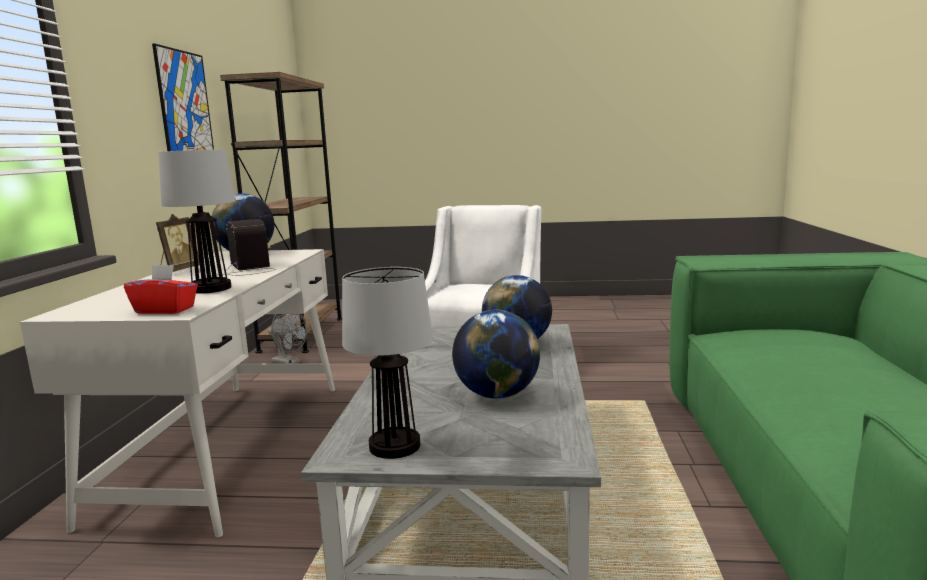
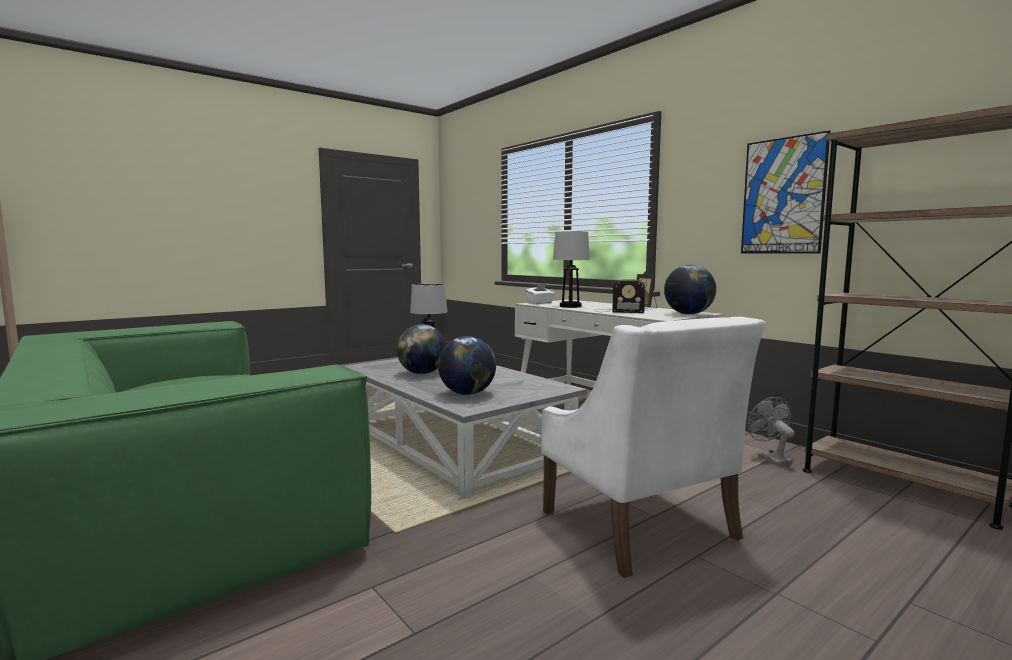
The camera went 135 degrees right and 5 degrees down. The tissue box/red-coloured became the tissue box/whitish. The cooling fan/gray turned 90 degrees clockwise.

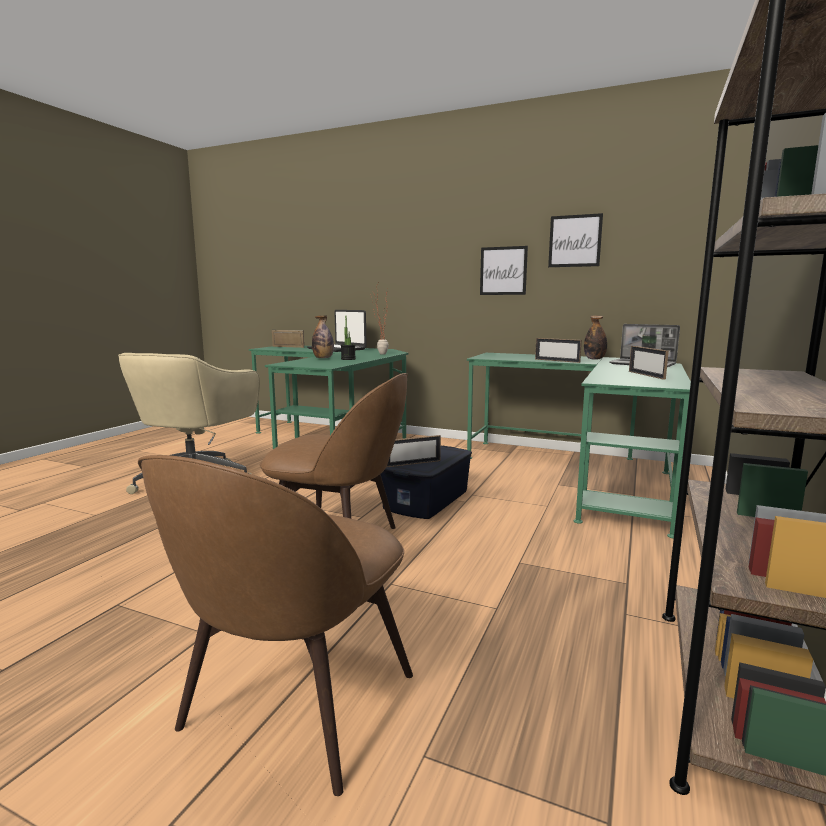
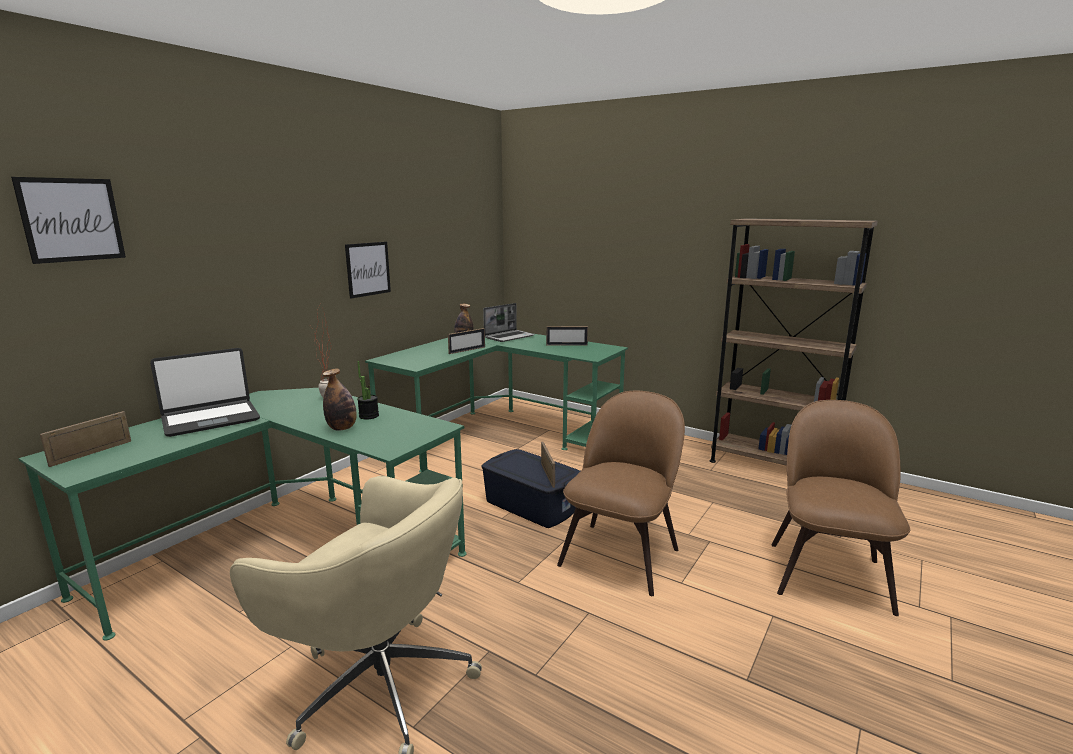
The camera went 80 degrees left and 5 degrees up. The plain chair/brown-coloured (no. 1 from left in the first image) turned 105 degrees counterclockwise. The wall art (no. 2 from left in the first image) moved.

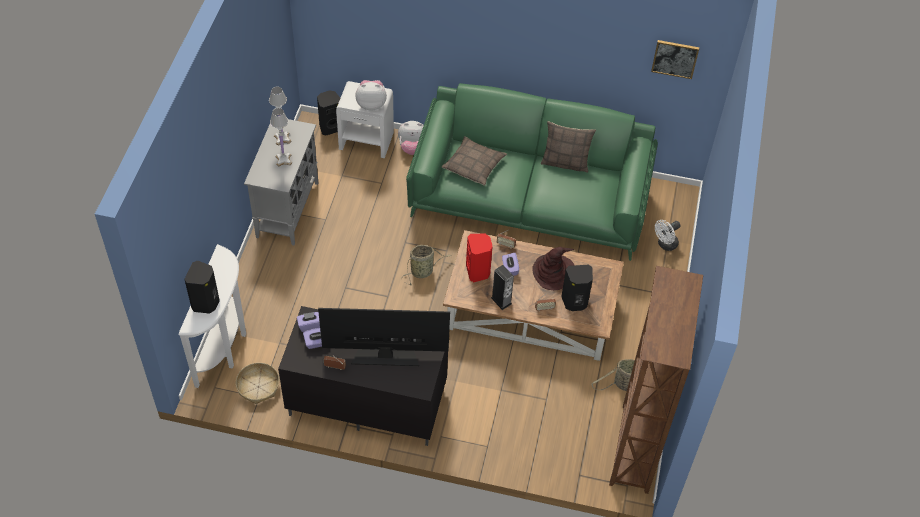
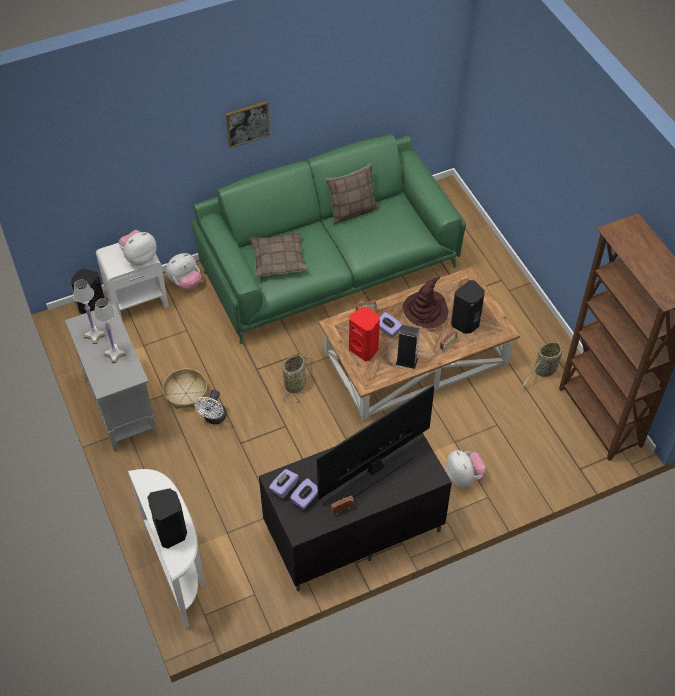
The camera went 35 degrees left and 0 degrees up. The storage basket (no. 1 from left) moved. The wall art moved. The cooling fan/whitish moved. The cuddly toy (no. 3 from left) appeared.

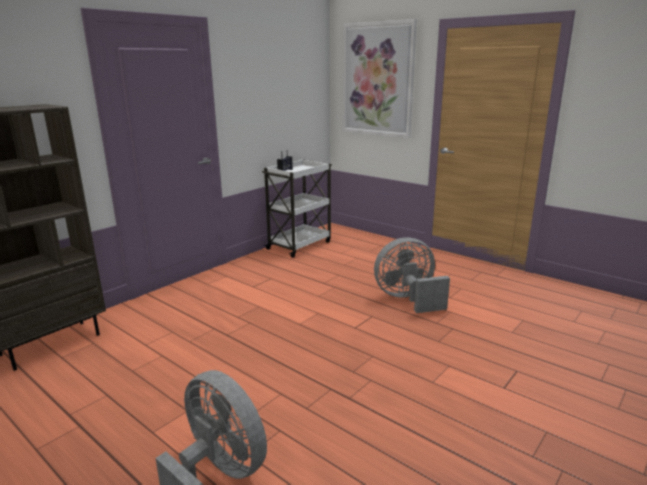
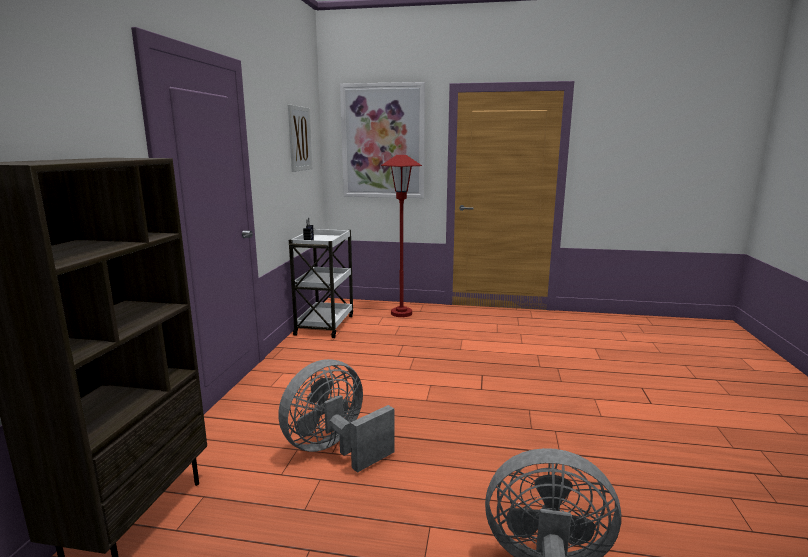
The camera went 30 degrees left and 5 degrees down. The cooling fan/gray (no. 2 from left in the first image) moved. The wall art (no. 1 from left) appeared. The standing lamp/red-coloured appeared.

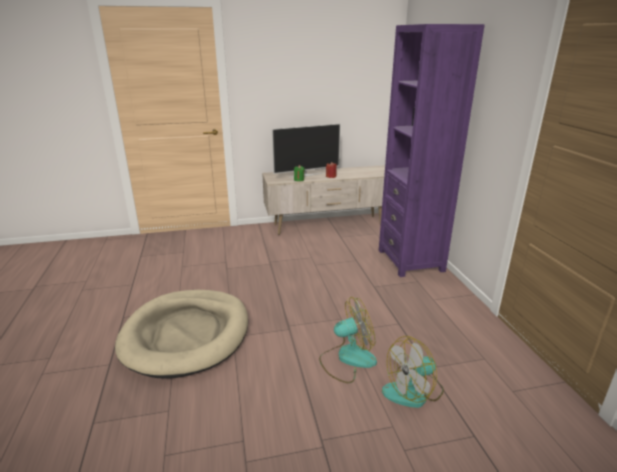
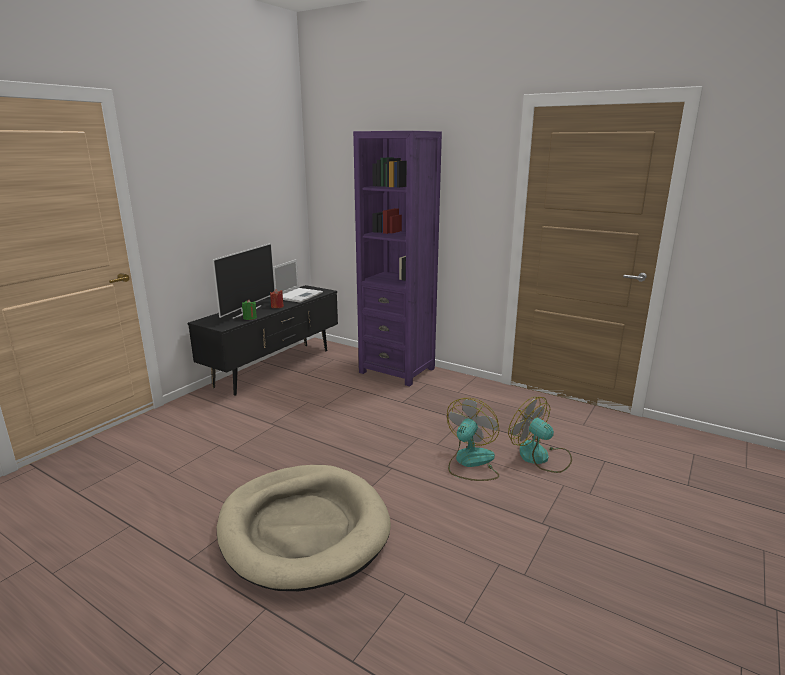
The camera went 45 degrees left and 5 degrees down. The media console/beige-coloured became the media console/blackish. The cooling fan (no. 2 from left) turned 120 degrees clockwise. The laptop appeared.

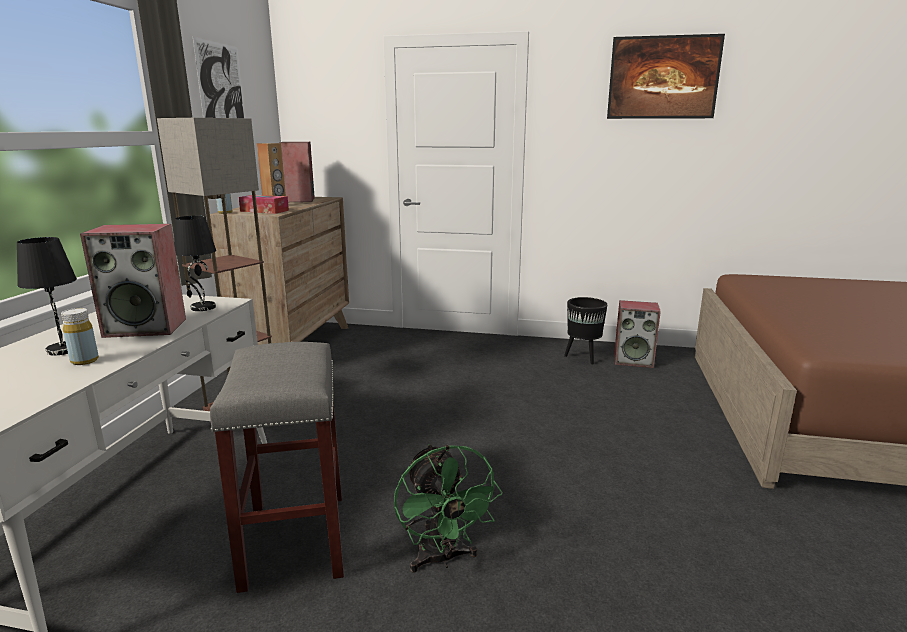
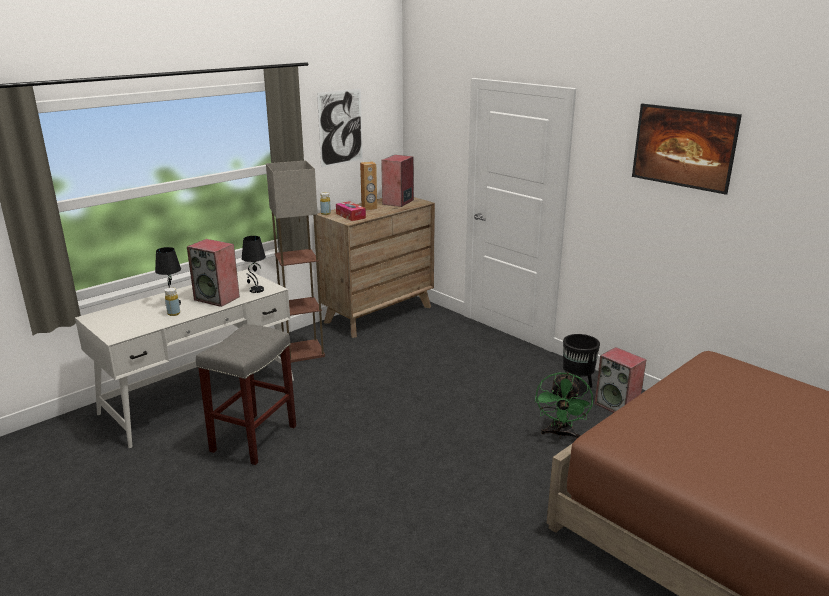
The camera went 35 degrees right and 5 degrees up. The cooling fan/greenish moved.

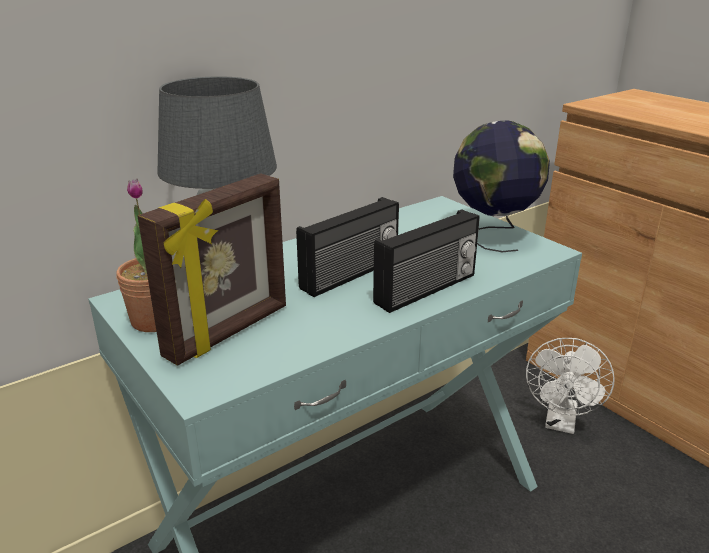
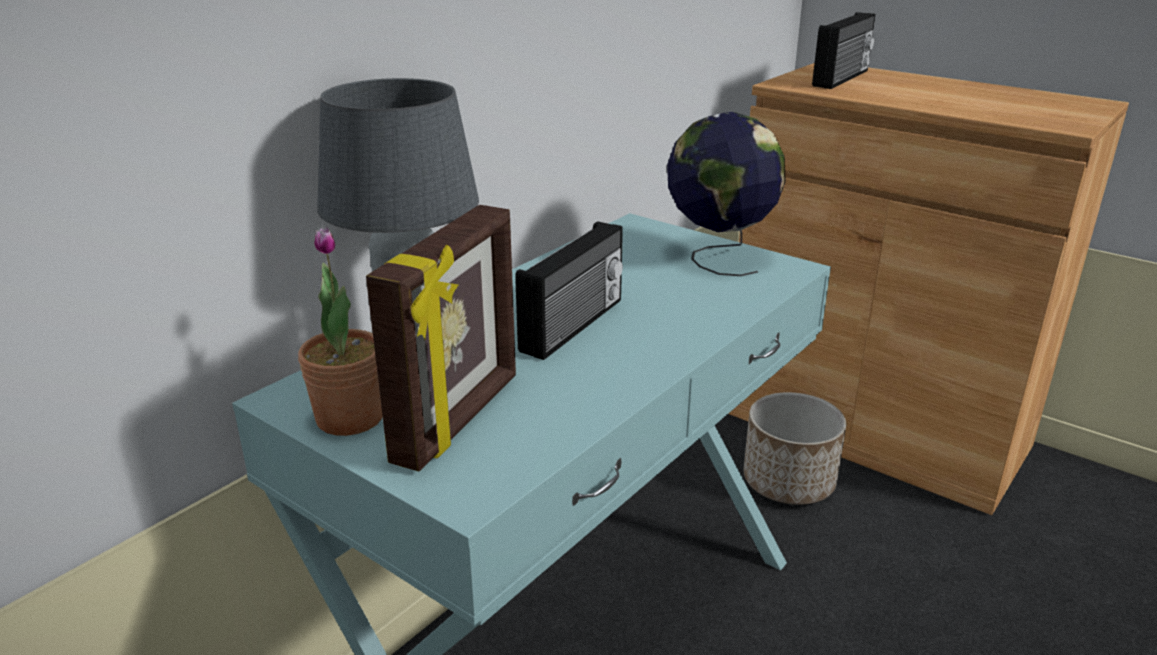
The camera went 15 degrees left and 0 degrees up. The radio set (no. 2 from left) moved. The cooling fan/whitish was replaced by the flower pot.

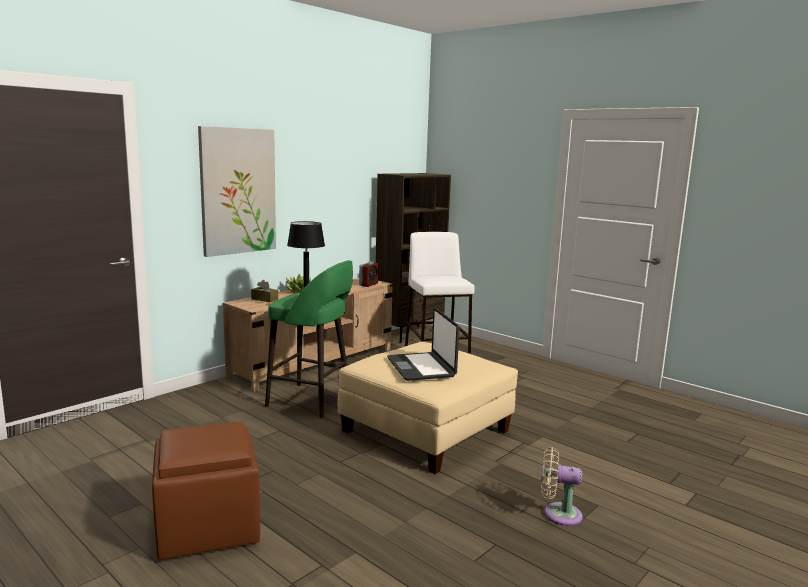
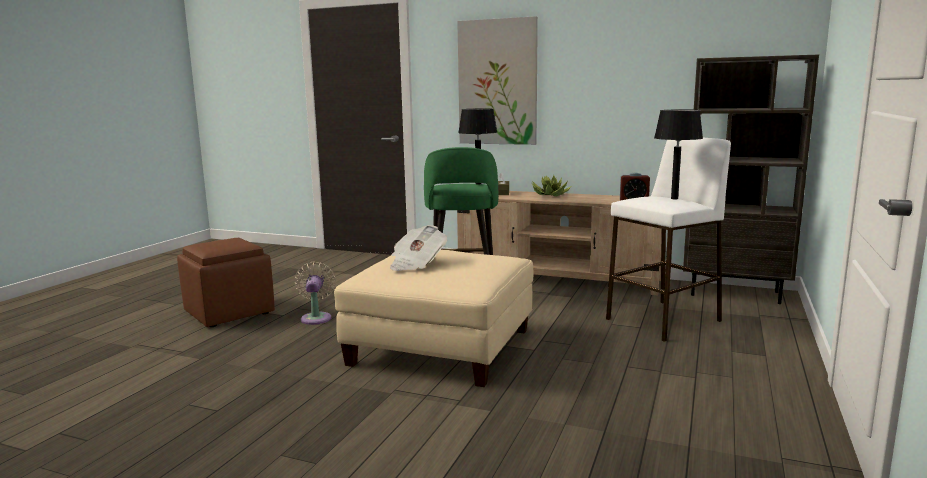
The camera went 70 degrees right and 0 degrees up. The laptop was replaced by the newspaper. The cooling fan/beige-coloured moved. The table lamp/blackish (no. 2 from left) appeared.

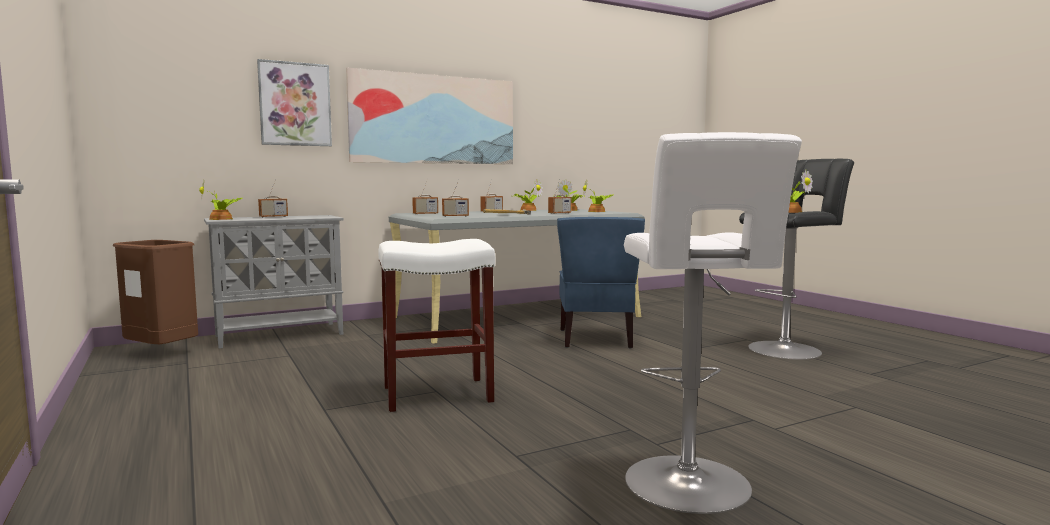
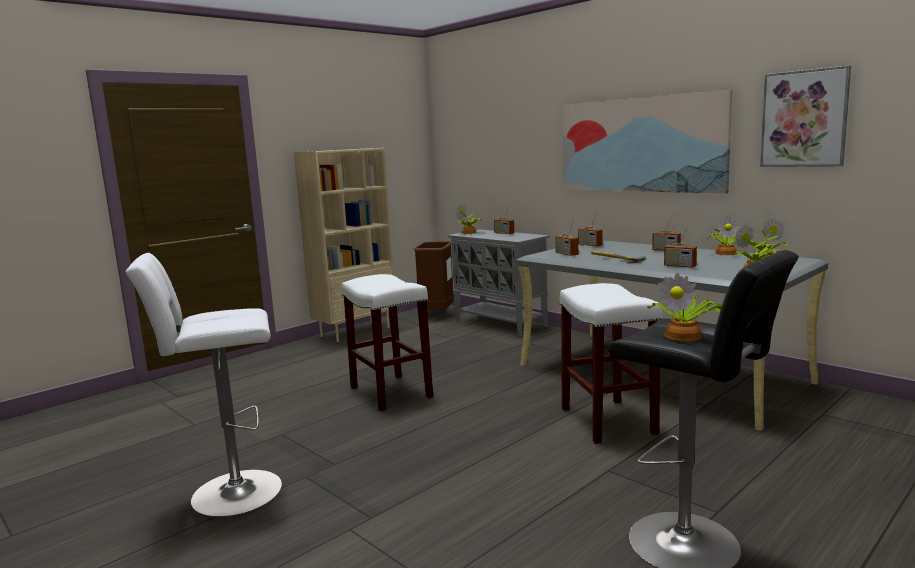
The camera went 75 degrees right and 5 degrees up. The wall art (no. 1 from left in the first image) moved. The plain chair/blue was replaced by the sitting stool/whitish (no. 3 from left). The bookcase/beige-coloured appeared.

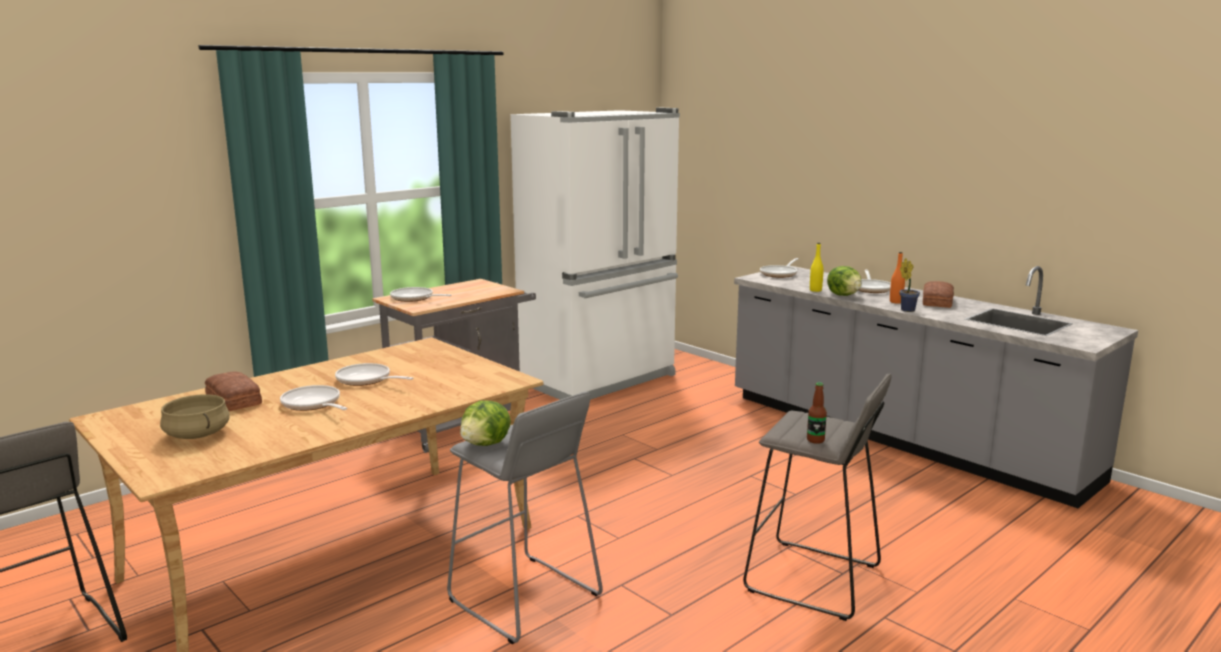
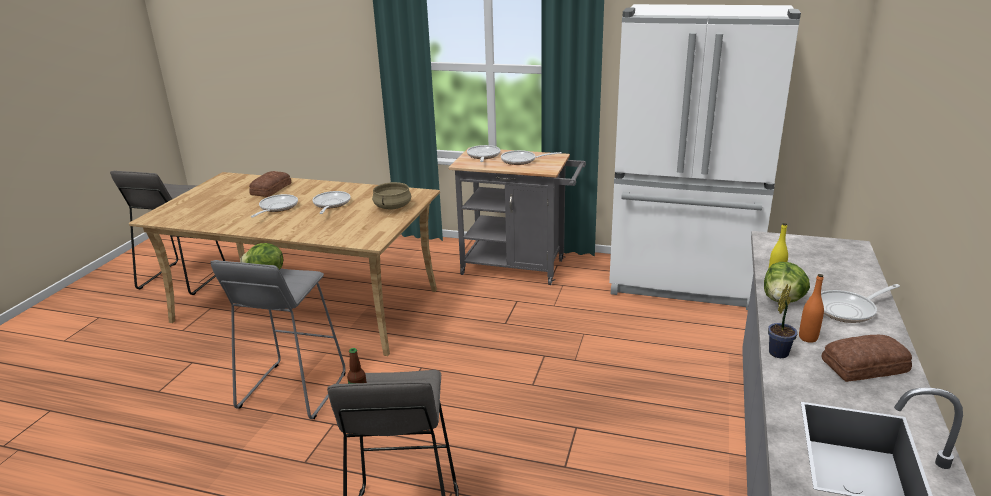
The camera went 60 degrees right and 10 degrees up. The stockpot/beige-coloured moved. The pan (no. 4 from left) moved.

